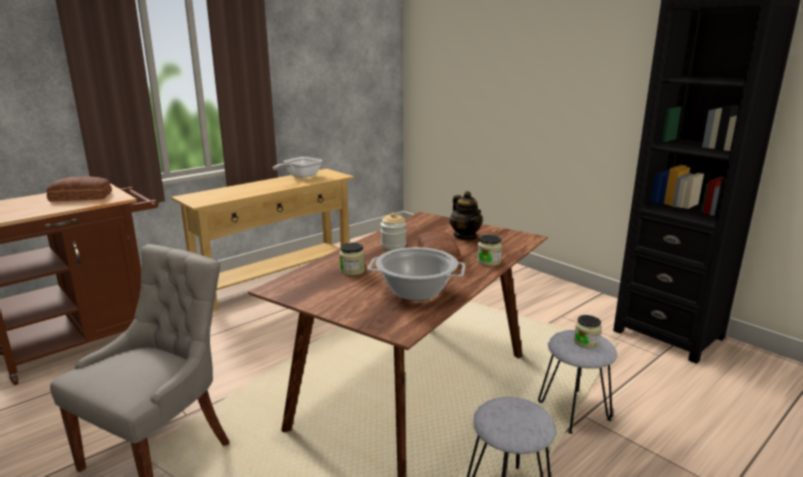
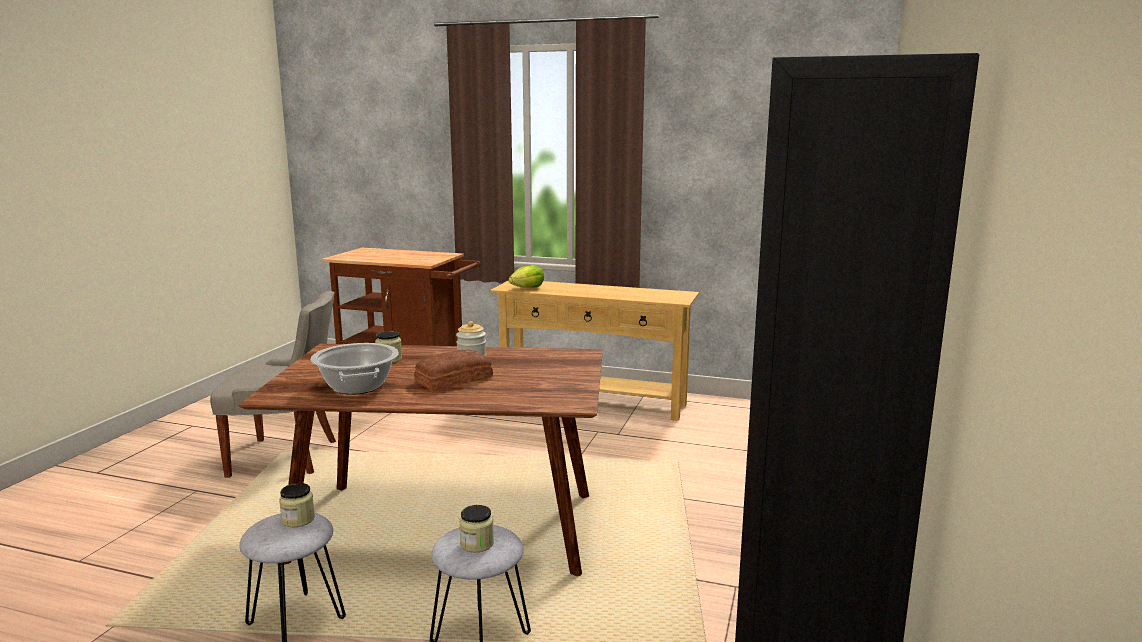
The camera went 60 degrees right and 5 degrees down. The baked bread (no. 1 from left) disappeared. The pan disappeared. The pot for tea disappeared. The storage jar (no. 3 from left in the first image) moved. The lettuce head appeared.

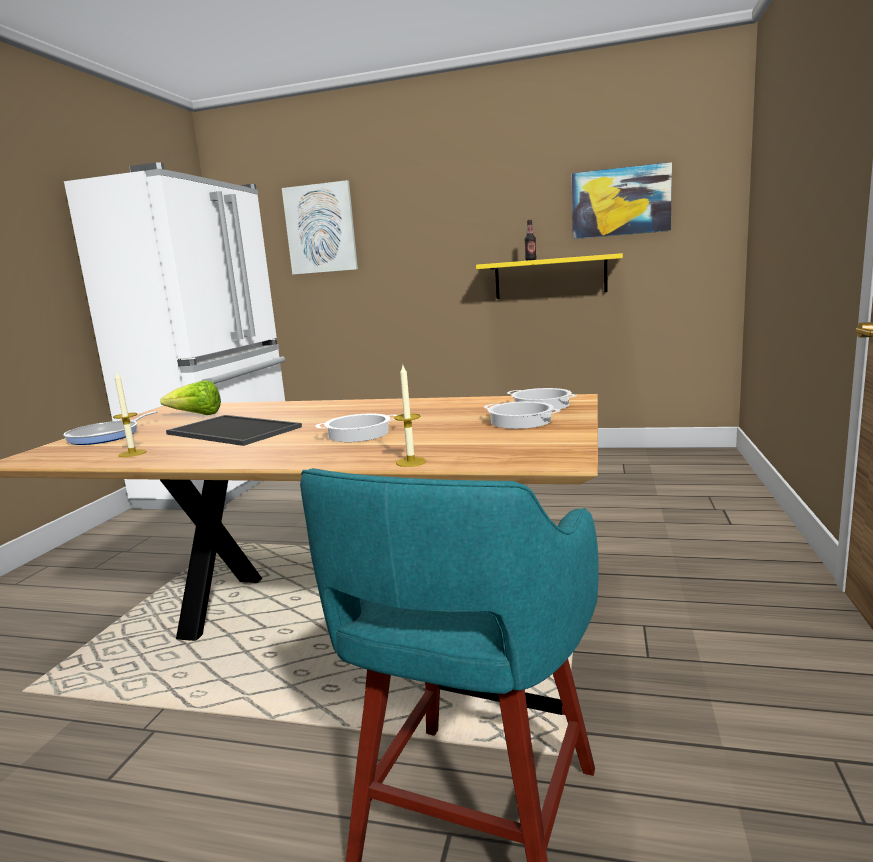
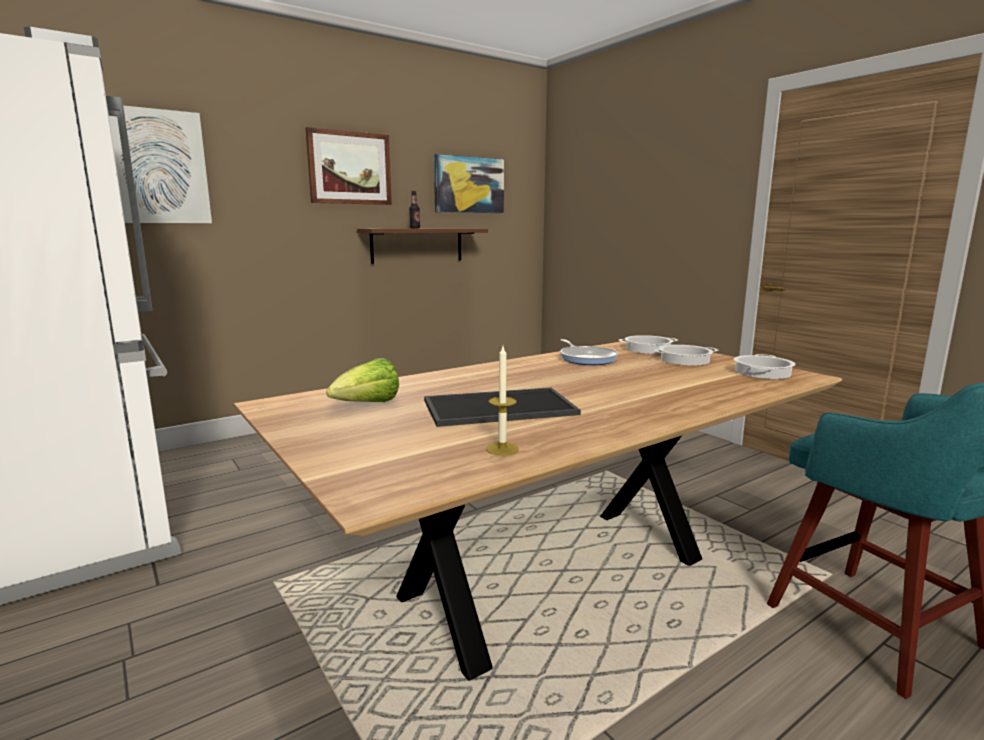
The camera went 50 degrees left and 0 degrees up. The pan moved. The stockpot (no. 1 from left in the first image) moved. The candle (no. 2 from left) disappeared. The shelf/yellow became the shelf/brown-coloured. The wall art (no. 2 from left) appeared.

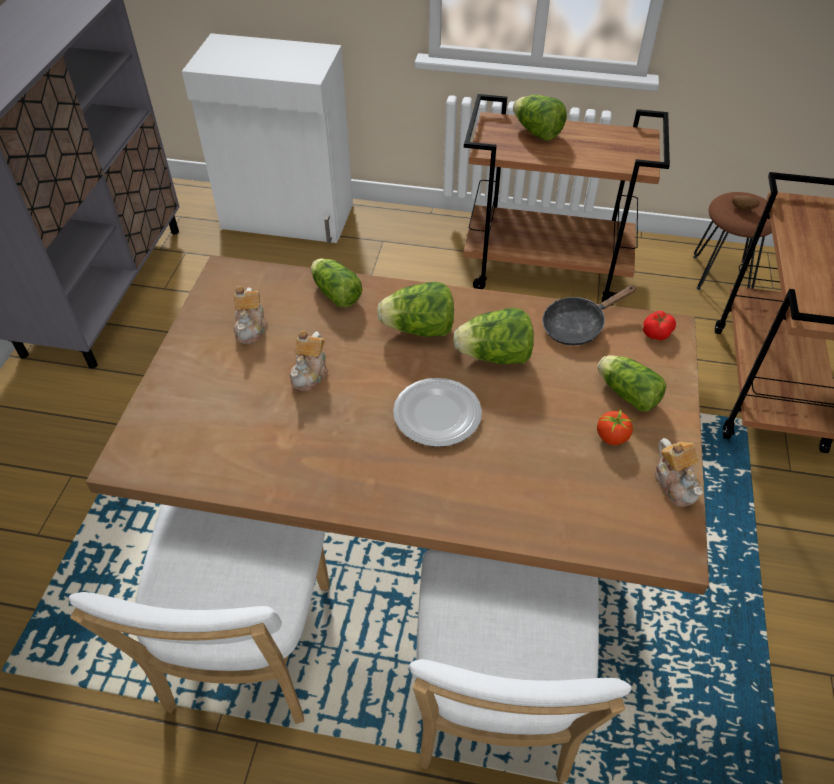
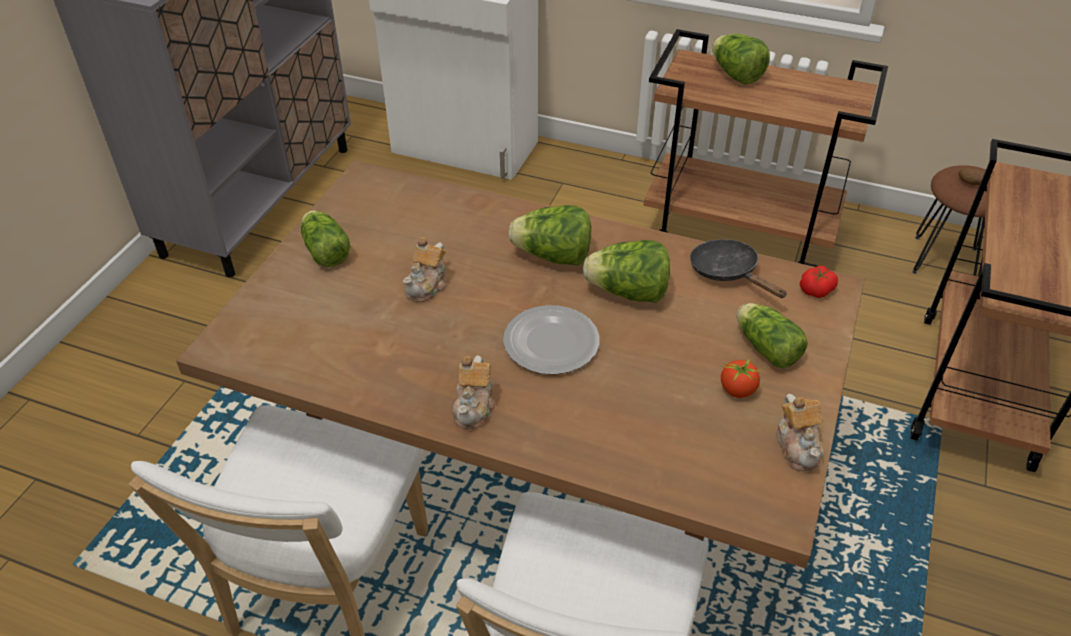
The camera went 10 degrees right and 5 degrees down. The pot for tea (no. 1 from left in the first image) moved. The lettuce head (no. 1 from left) moved. The pan/blackish turned 75 degrees clockwise.

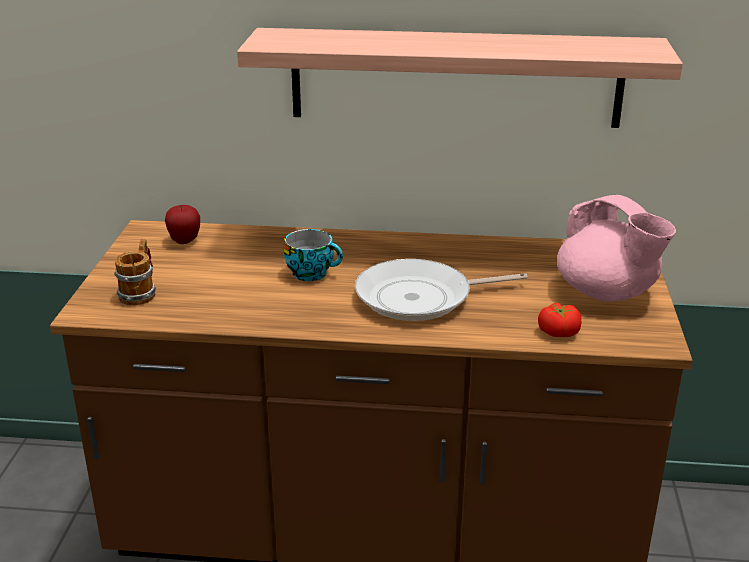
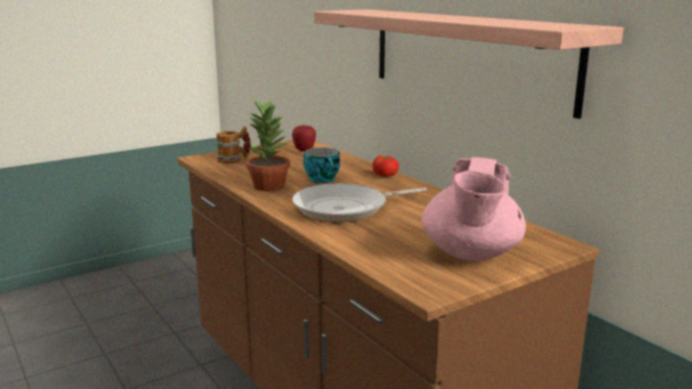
The camera went 50 degrees right and 10 degrees down. The pan turned 60 degrees counterclockwise. The whole tomato moved. The houseplant appeared.

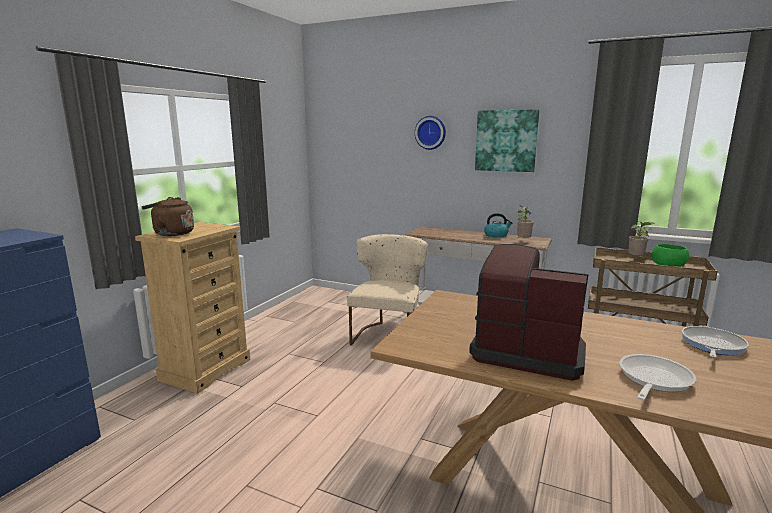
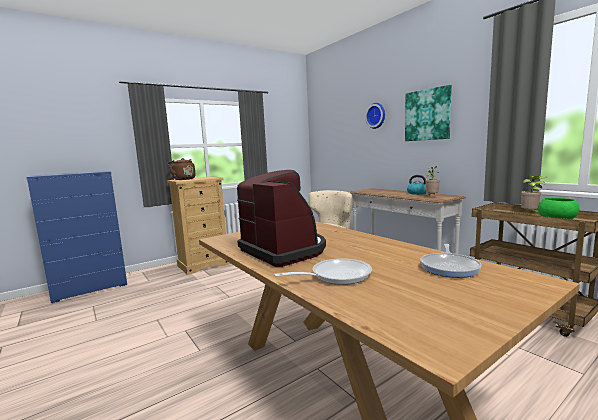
The camera went 30 degrees right and 5 degrees down. The pan (no. 2 from left) turned 135 degrees clockwise.

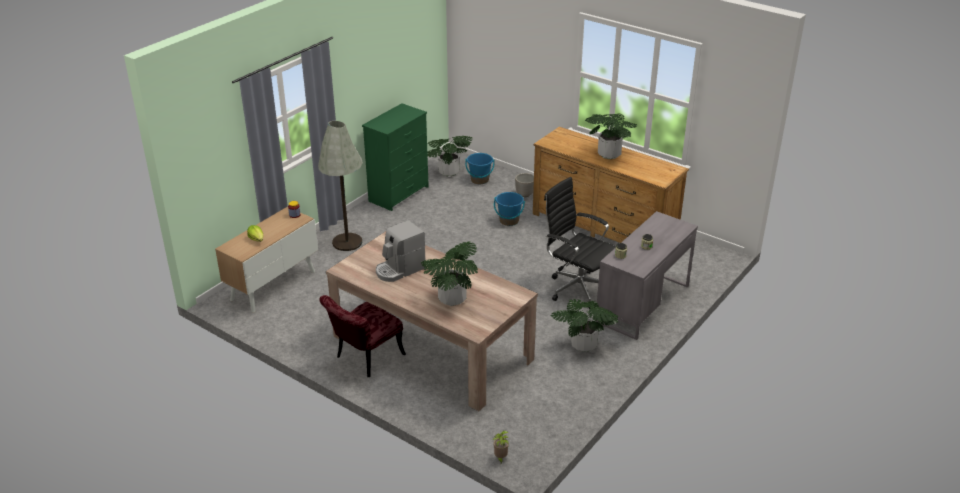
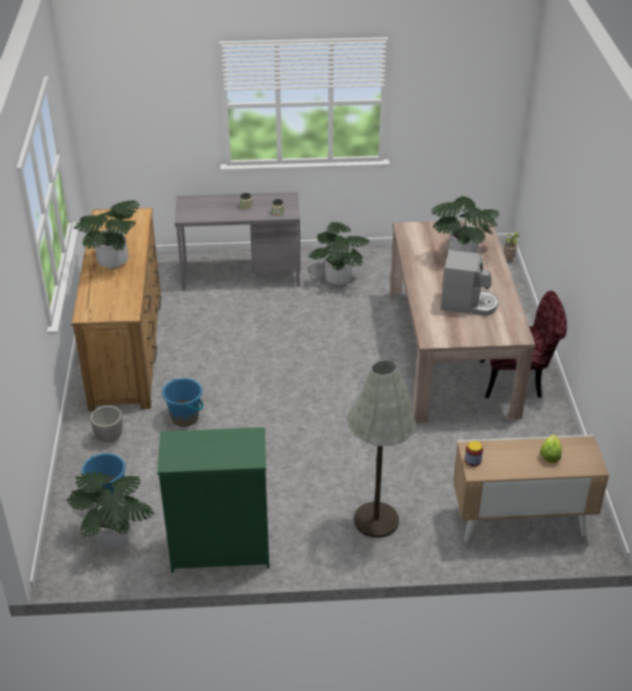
The camera went 130 degrees left and 5 degrees up. The office chair/blackish disappeared.

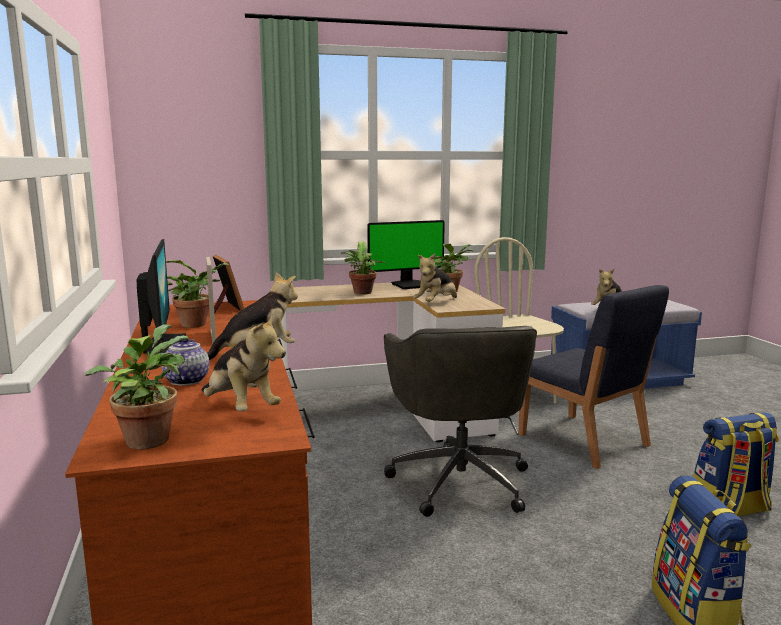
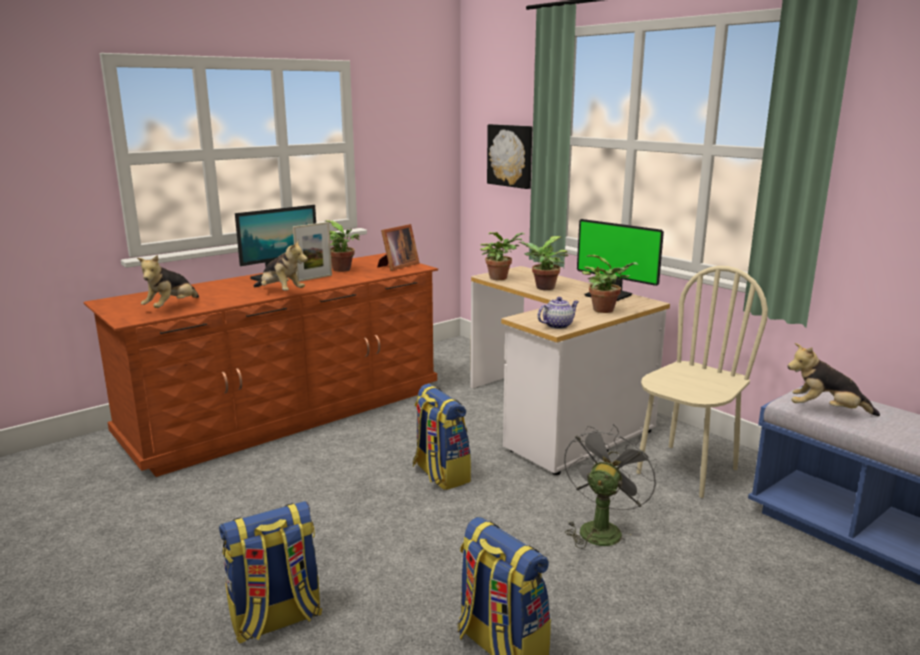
The camera went 65 degrees right and 5 degrees up. The houseplant (no. 1 from left in the first image) moved. The pot for tea moved. The office chair/gray was replaced by the backpack (no. 2 from left). The cuddly toy (no. 3 from left) disappeared. The plain chair/blue was replaced by the cooling fan/gray. The wall art appeared.

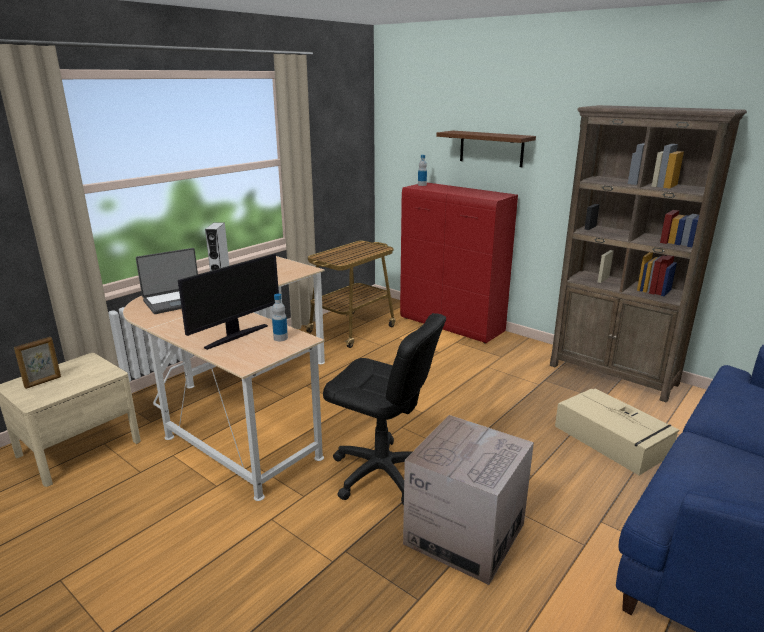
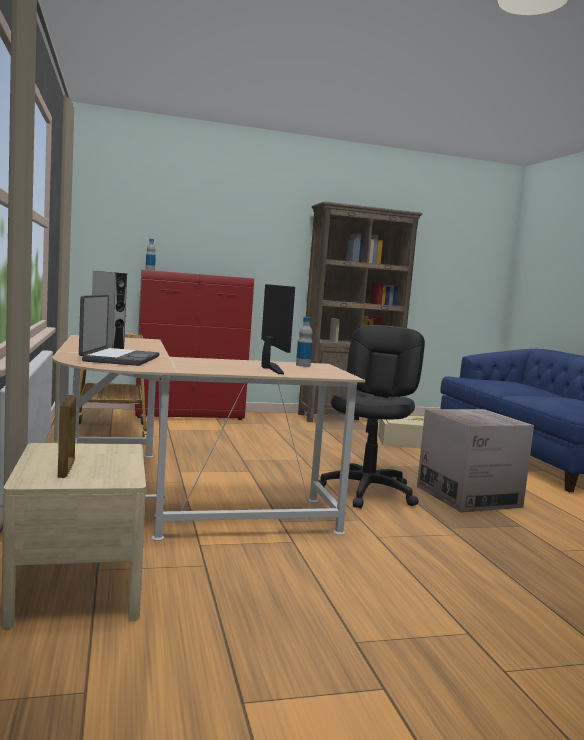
The camera went 55 degrees left and 15 degrees down. The office chair/blackish turned 45 degrees counterclockwise. The shelf/brown-coloured disappeared.

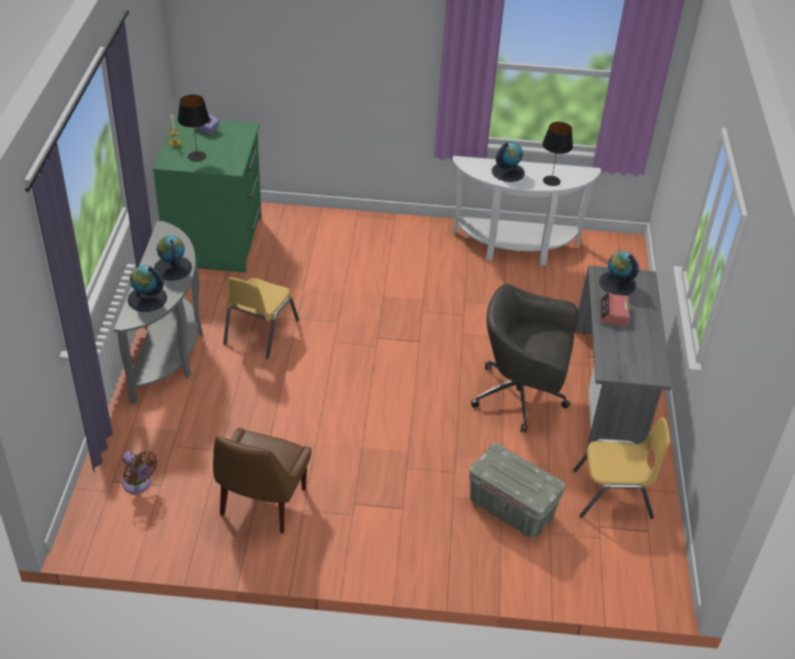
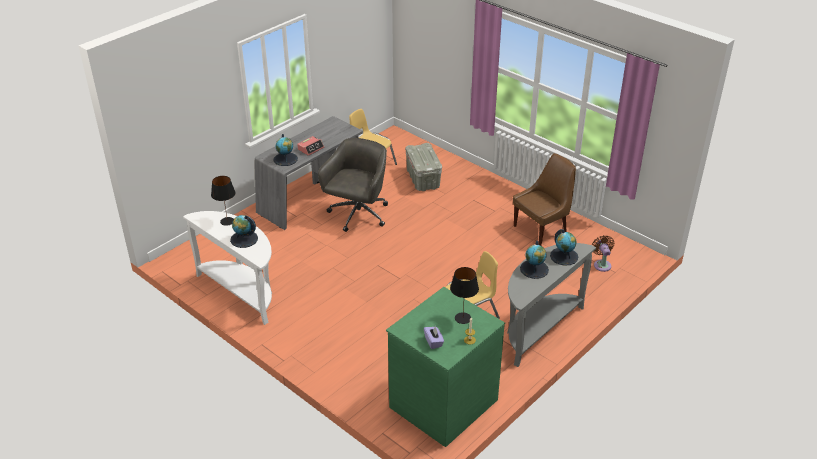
The camera went 140 degrees left and 5 degrees down. The office chair/gray turned 120 degrees counterclockwise.

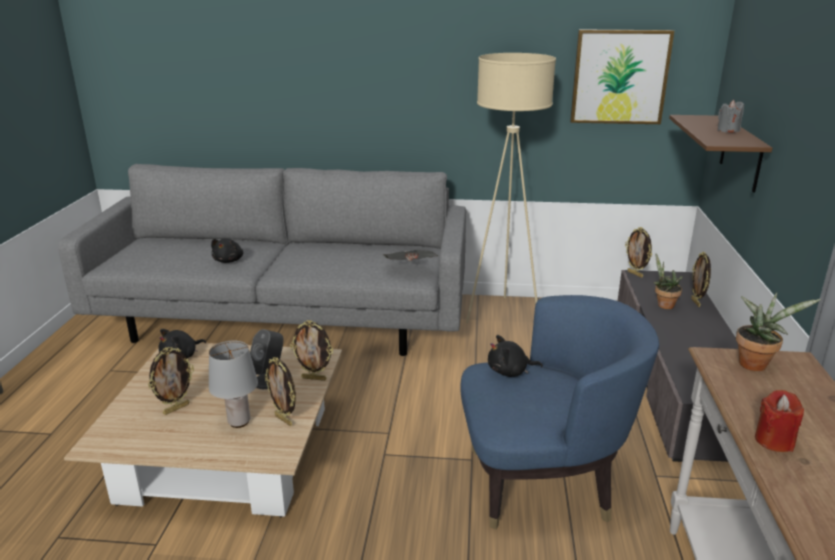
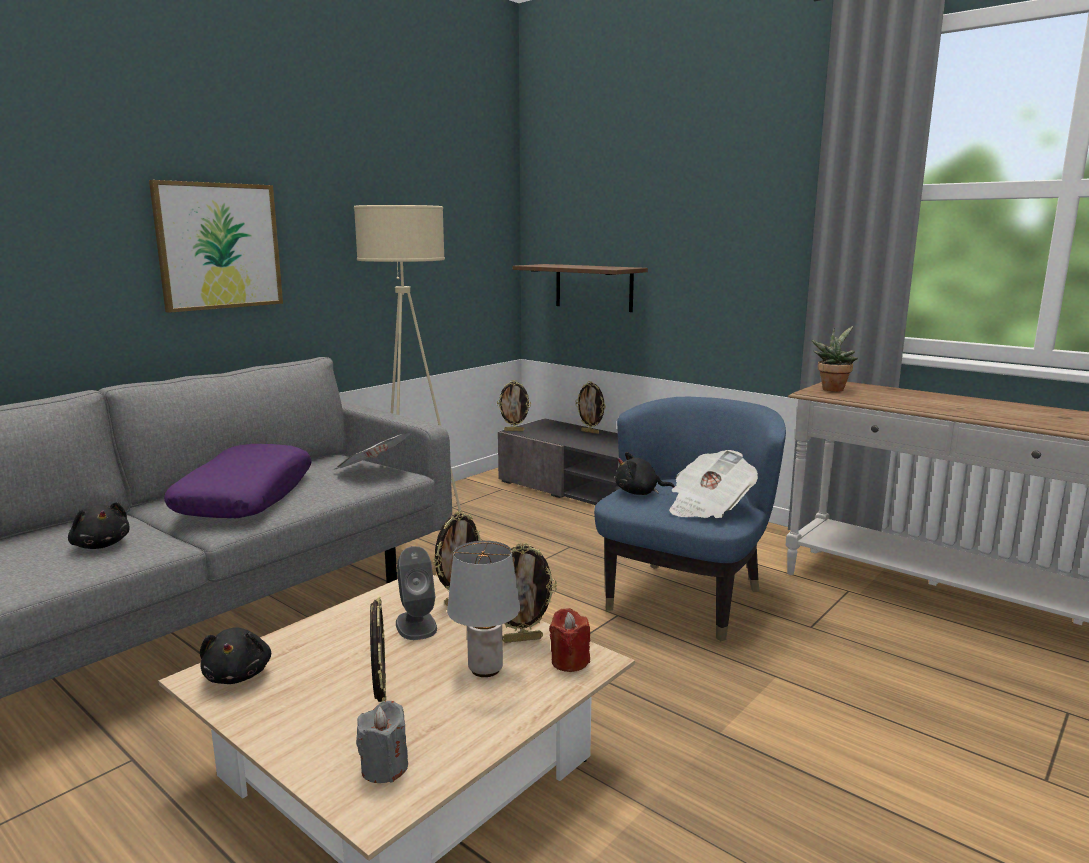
The camera went 55 degrees left and 10 degrees down. The cuddly toy/blackish (no. 3 from left) turned 60 degrees clockwise. The wall art moved. The houseplant (no. 1 from left) disappeared. The candle/gray moved. The candle/red-coloured moved. The cushion/purple-coloured appeared. The newspaper (no. 2 from left) appeared.

